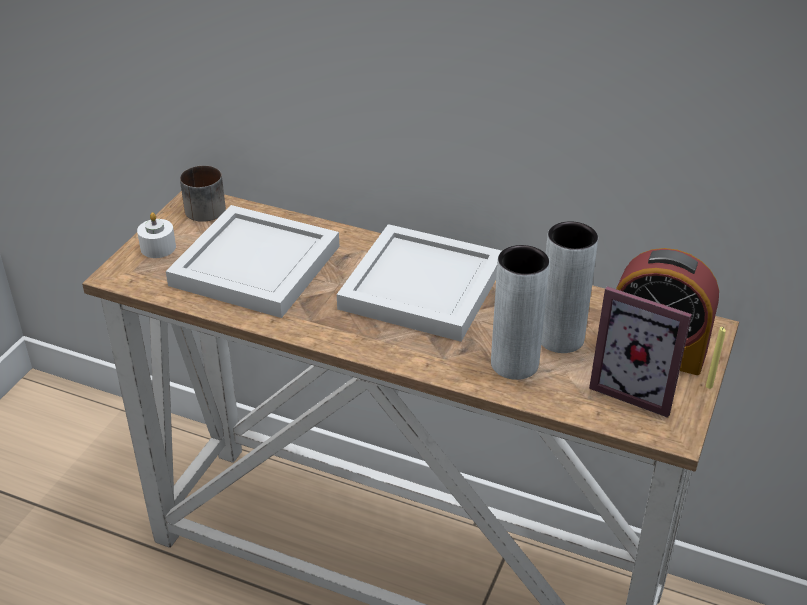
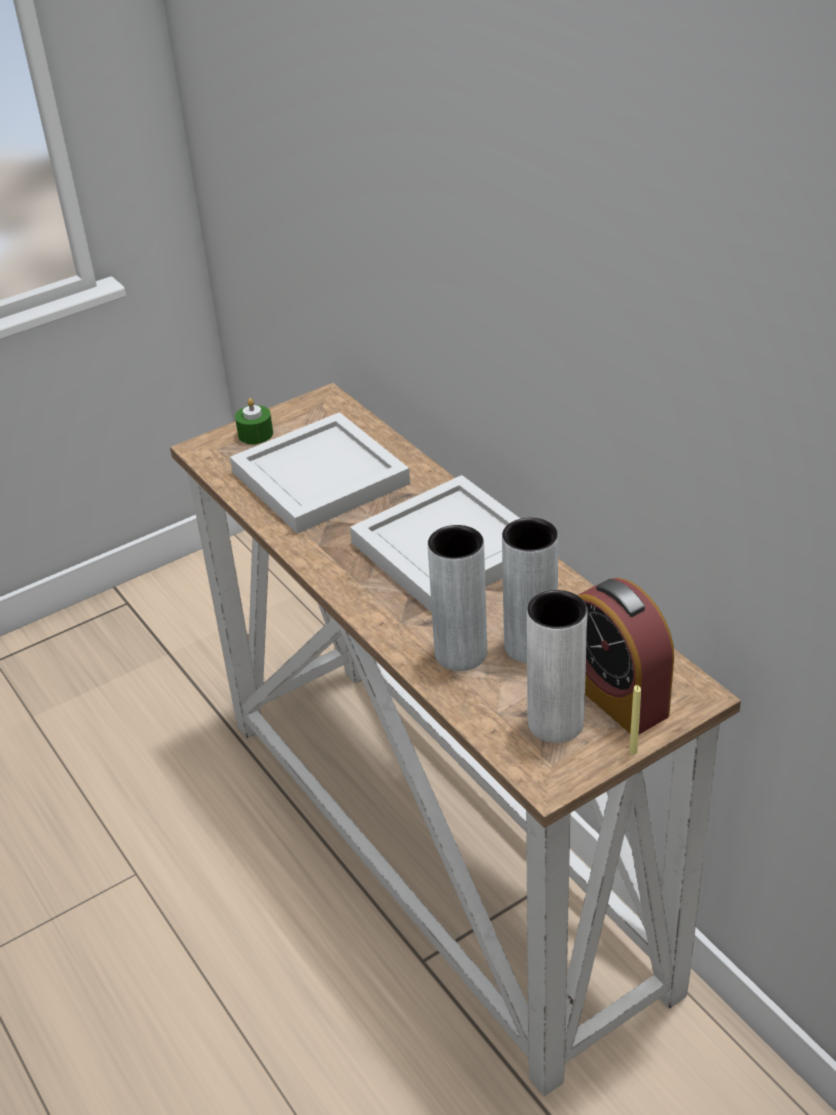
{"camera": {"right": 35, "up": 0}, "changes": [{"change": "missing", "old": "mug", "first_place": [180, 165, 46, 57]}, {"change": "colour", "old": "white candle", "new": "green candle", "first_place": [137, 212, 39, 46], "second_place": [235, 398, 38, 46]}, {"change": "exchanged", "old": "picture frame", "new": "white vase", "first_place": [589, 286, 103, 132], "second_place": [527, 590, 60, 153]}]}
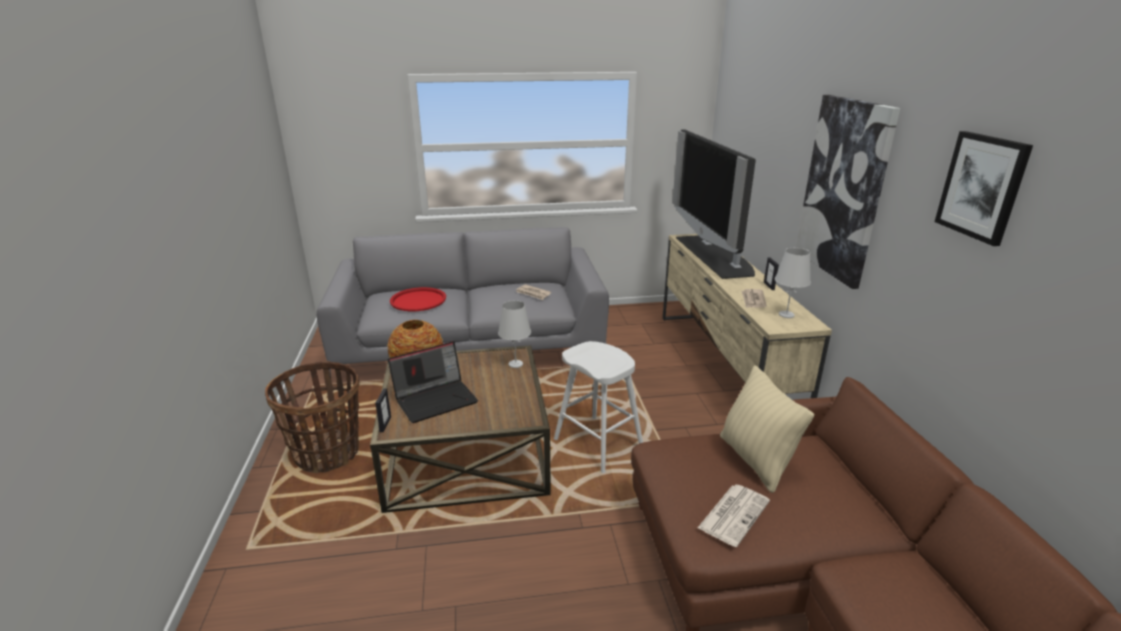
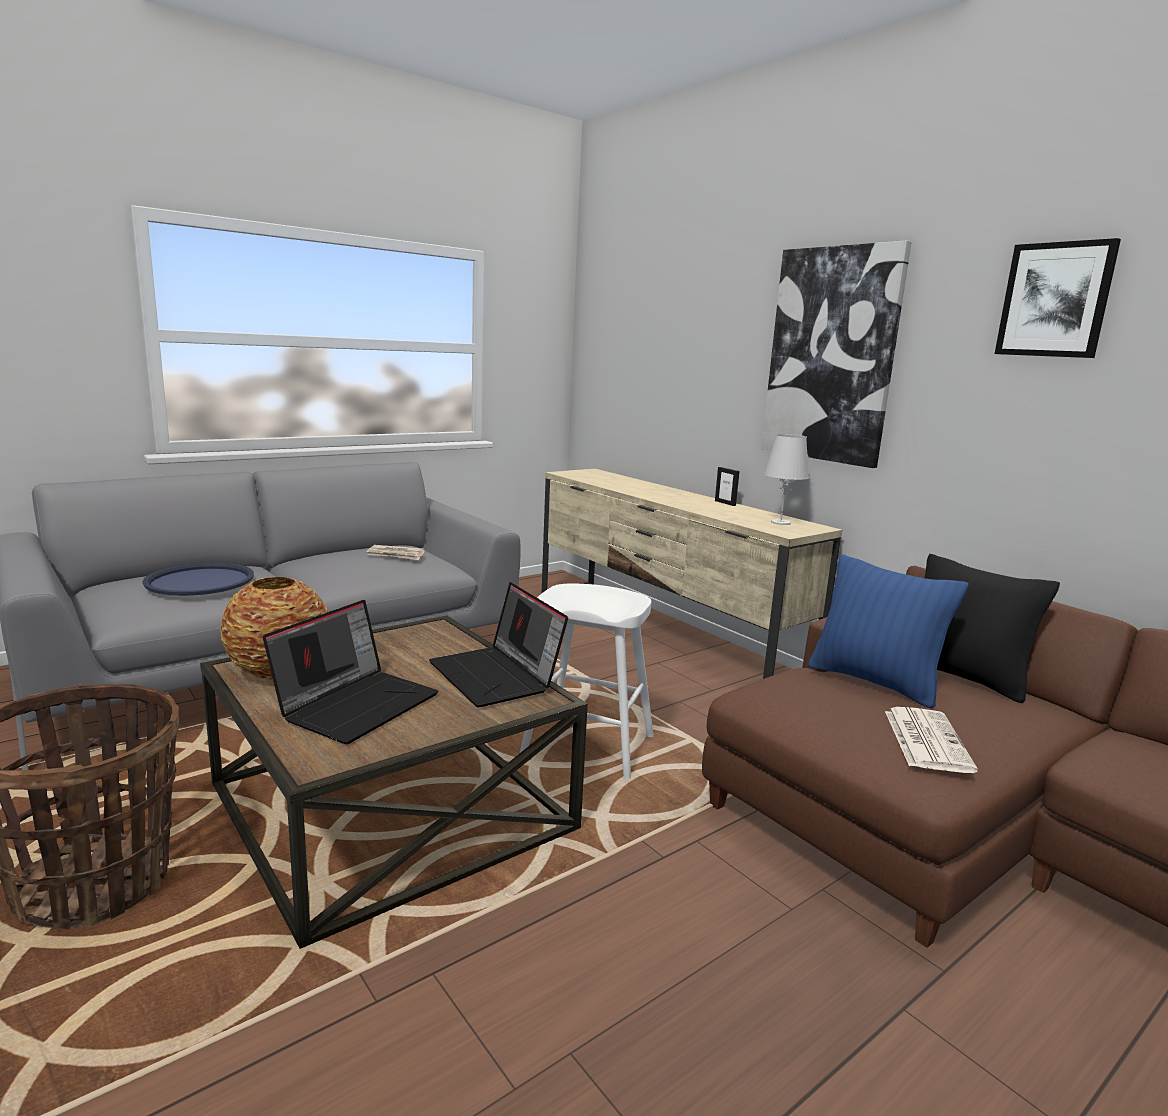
{"camera": {"right": -30, "up": -10}, "changes": [{"change": "missing", "old": "television", "first_place": [672, 129, 84, 150]}, {"change": "colour", "old": "red tray", "new": "blue tray", "first_place": [390, 287, 56, 24], "second_place": [142, 563, 112, 33]}, {"change": "missing", "old": "newspaper", "first_place": [741, 289, 26, 19]}, {"change": "missing", "old": "white table lamp", "first_place": [498, 300, 33, 68]}, {"change": "colour", "old": "beige pillow", "new": "blue pillow", "first_place": [720, 365, 94, 128], "second_place": [808, 554, 161, 154]}, {"change": "missing", "old": "picture frame", "first_place": [375, 389, 16, 43]}, {"change": "appeared", "new": "black pillow", "second_place": [925, 554, 135, 149]}, {"change": "appeared", "new": "laptop", "second_place": [429, 582, 139, 125]}]}
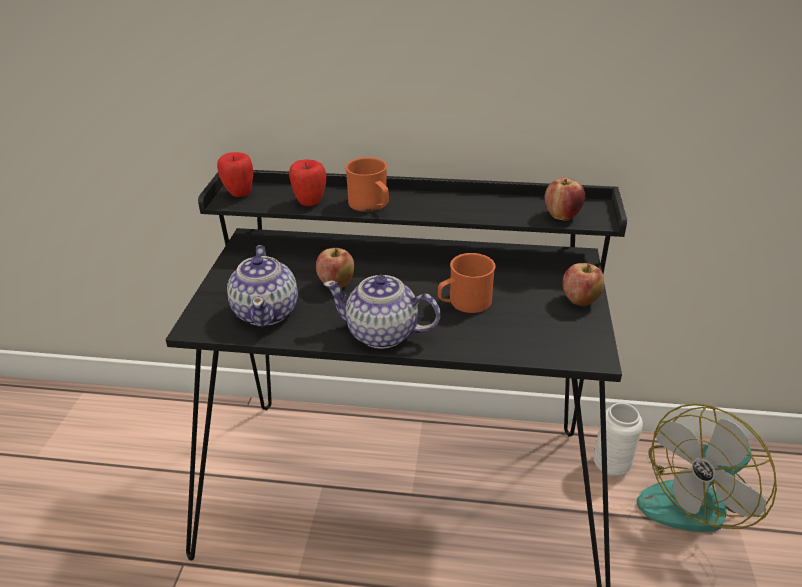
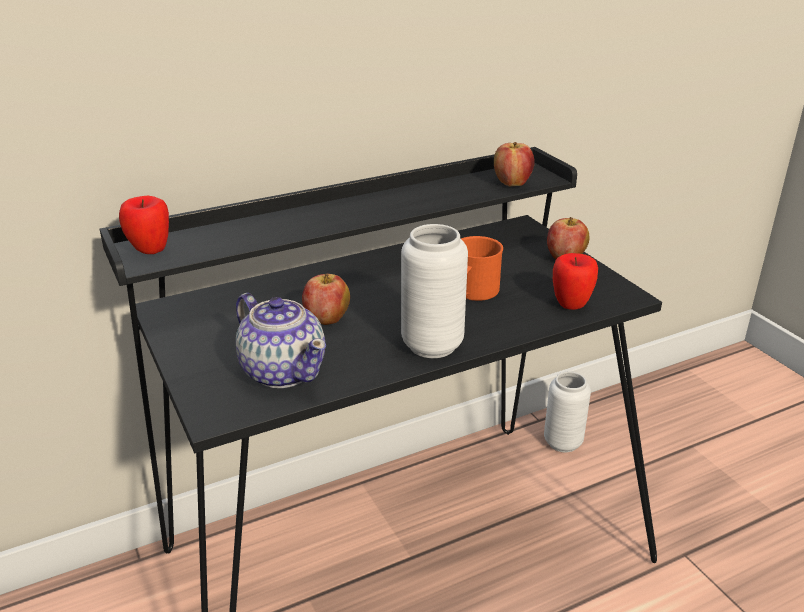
{"camera": {"right": -35, "up": -5}, "changes": [{"change": "missing", "old": "orange mug", "first_place": [345, 157, 44, 55]}, {"change": "relocated", "old": "apple", "first_place": [289, 160, 38, 46], "second_place": [553, 253, 45, 57]}, {"change": "exchanged", "old": "teapot", "new": "white vase", "first_place": [323, 275, 117, 74], "second_place": [401, 224, 67, 134]}, {"change": "missing", "old": "fan", "first_place": [637, 404, 140, 128]}]}
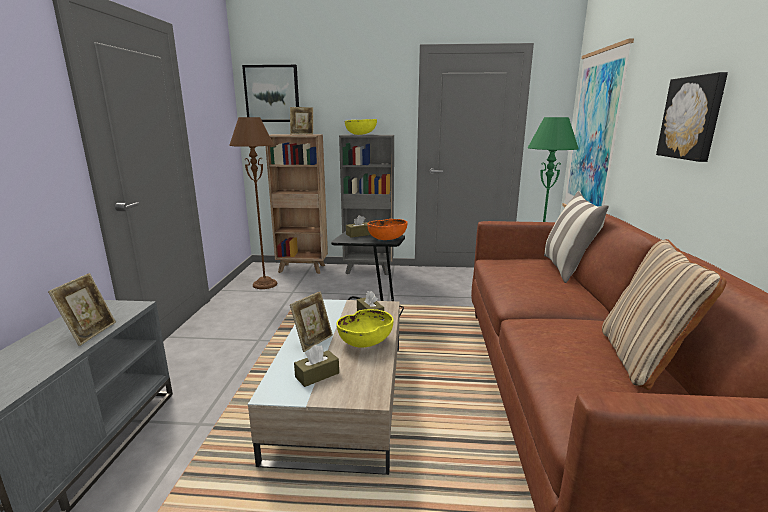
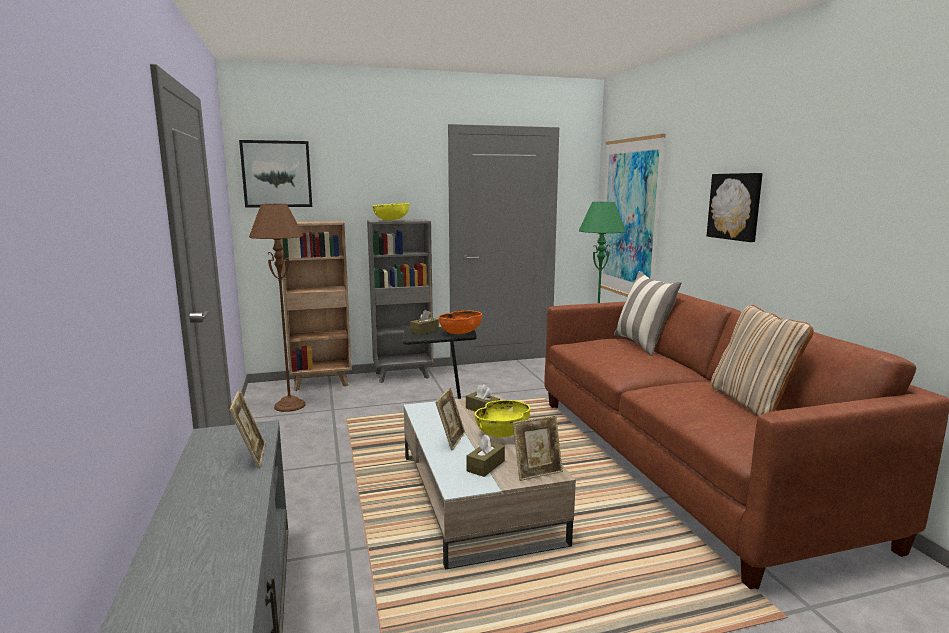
{"camera": {"right": -20, "up": -5}, "changes": [{"change": "relocated", "old": "picture frame", "first_place": [290, 107, 23, 27], "second_place": [513, 416, 50, 65]}]}
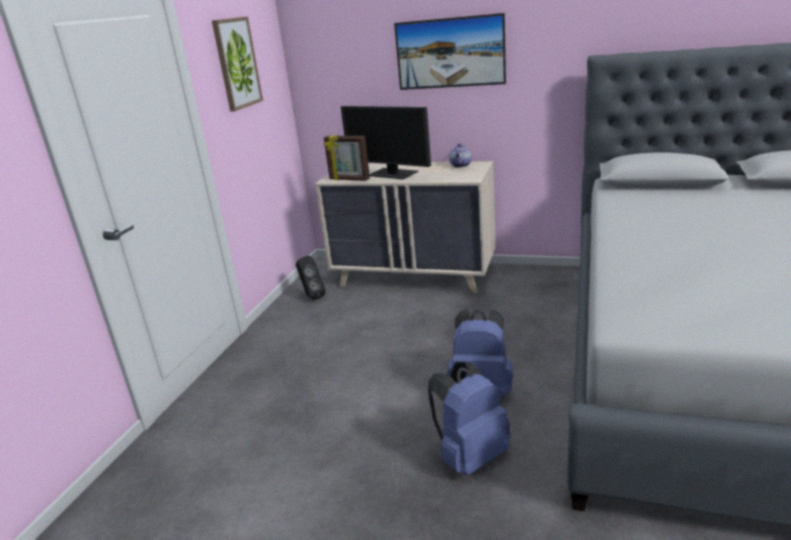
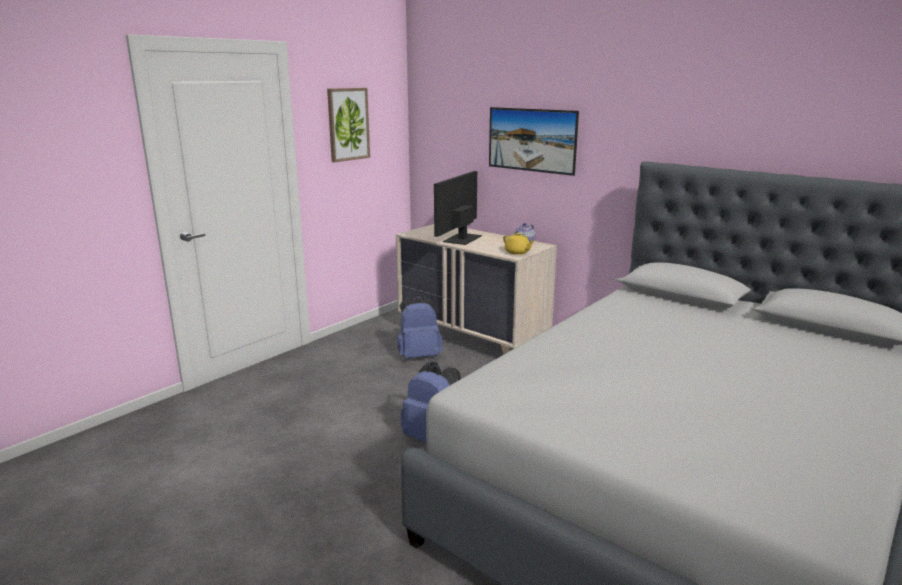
{"camera": {"right": 20, "up": -5}, "changes": [{"change": "spun", "old": "monitor", "first_place": [341, 106, 90, 73], "second_place": [434, 171, 48, 74], "degrees": 60}, {"change": "missing", "old": "picture frame", "first_place": [324, 136, 46, 45]}, {"change": "missing", "old": "black speaker", "first_place": [296, 256, 30, 44]}, {"change": "relocated", "old": "blue backpack", "first_place": [428, 362, 83, 113], "second_place": [397, 296, 46, 63]}, {"change": "appeared", "new": "yellow teapot", "second_place": [503, 233, 31, 22]}]}
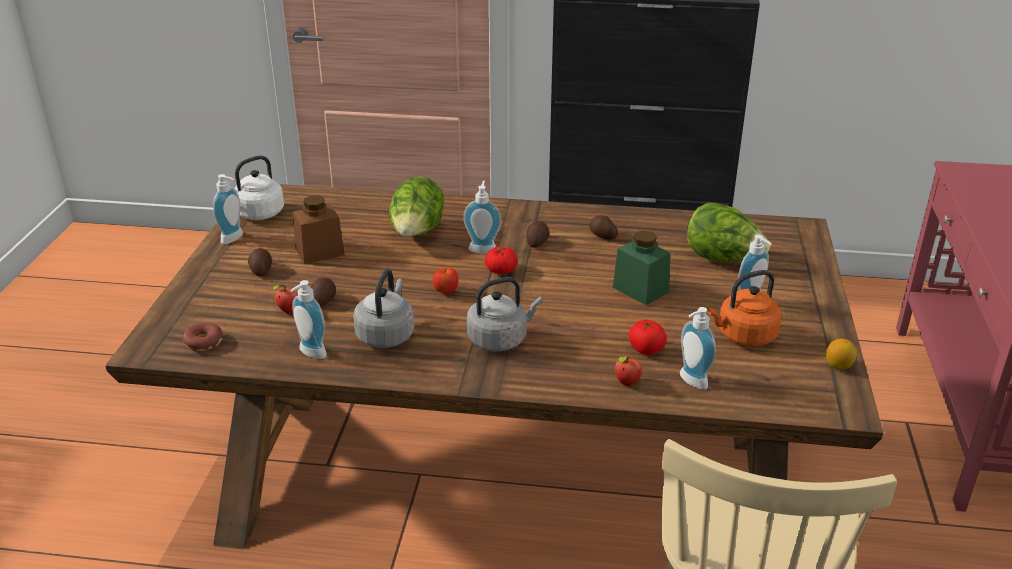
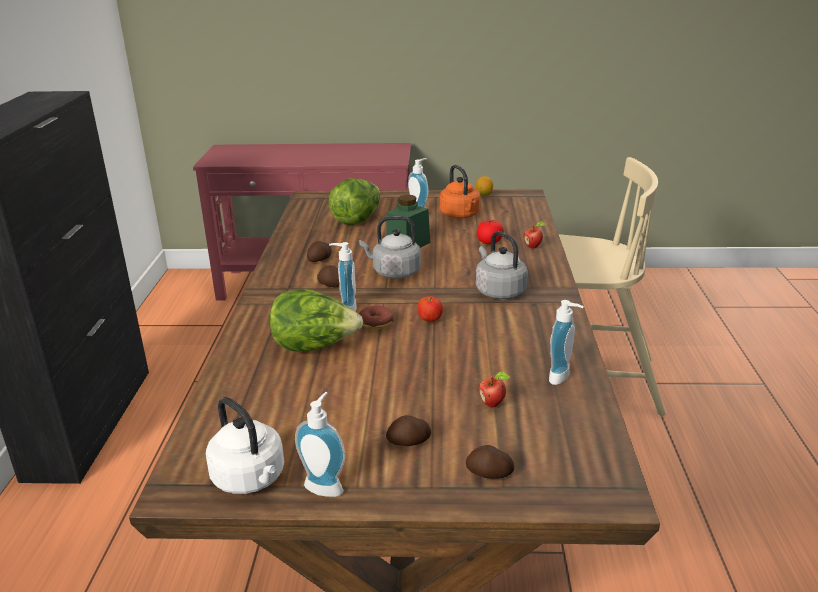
{"camera": {"right": -95, "up": -5}, "changes": [{"change": "missing", "old": "brown jar", "first_place": [293, 196, 52, 68]}, {"change": "missing", "old": "tomato", "first_place": [485, 247, 32, 27]}, {"change": "relocated", "old": "grey kettle", "first_place": [353, 269, 61, 79], "second_place": [359, 216, 62, 63]}, {"change": "relocated", "old": "potato", "first_place": [311, 277, 25, 30], "second_place": [466, 445, 48, 34]}, {"change": "missing", "old": "soap dispenser", "first_place": [680, 307, 36, 83]}, {"change": "relocated", "old": "donut", "first_place": [183, 323, 40, 28], "second_place": [359, 305, 35, 24]}]}
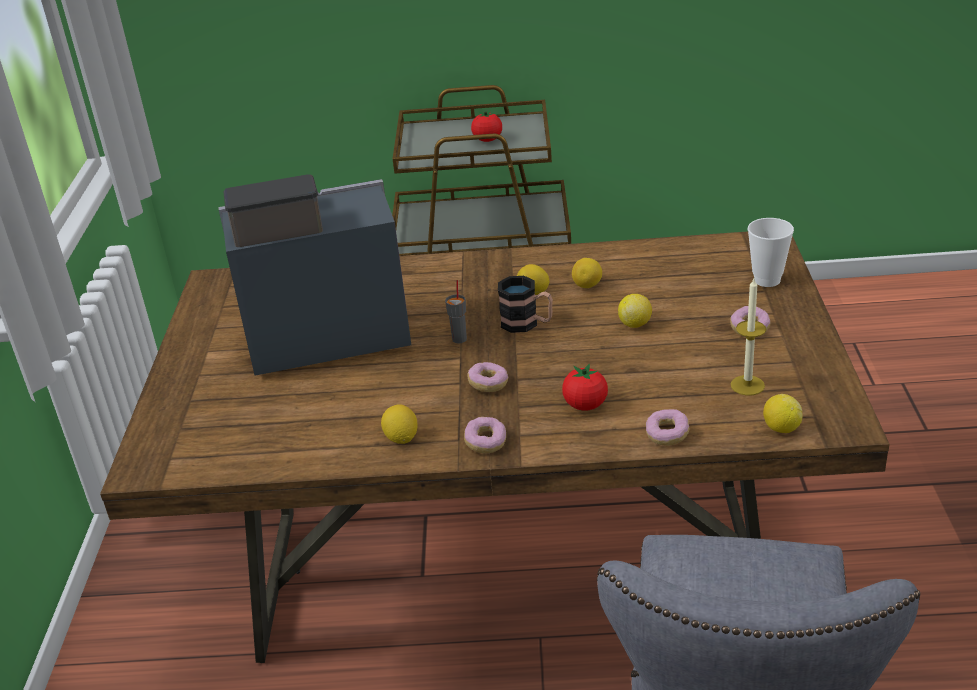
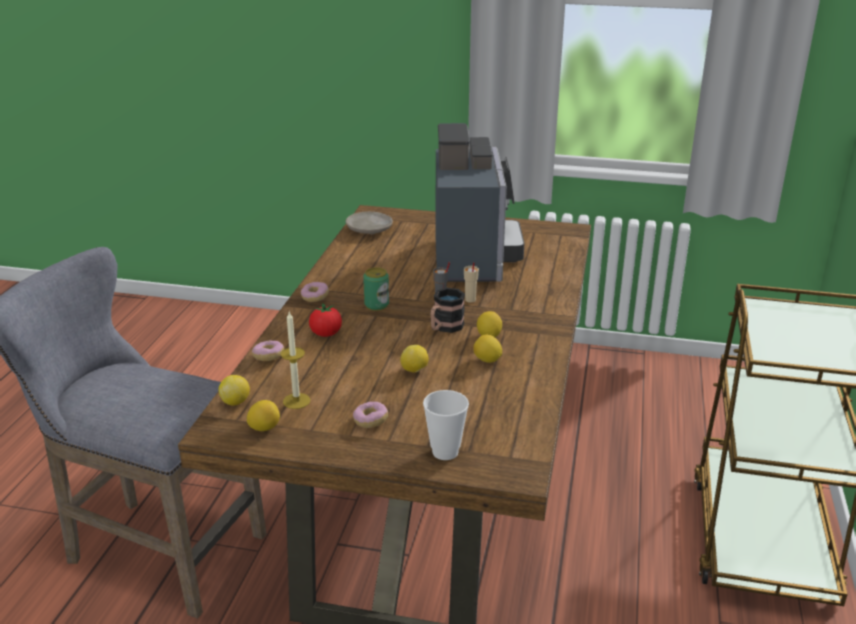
{"camera": {"right": 100, "up": -5}, "changes": [{"change": "missing", "old": "tomato", "first_place": [471, 109, 31, 33]}, {"change": "exchanged", "old": "donut", "new": "can", "first_place": [467, 362, 41, 30], "second_place": [363, 267, 26, 44]}, {"change": "relocated", "old": "lemon", "first_place": [381, 404, 36, 40], "second_place": [247, 400, 33, 31]}, {"change": "appeared", "new": "beige plate", "second_place": [346, 211, 47, 23]}, {"change": "appeared", "new": "beige cup", "second_place": [464, 262, 15, 41]}]}
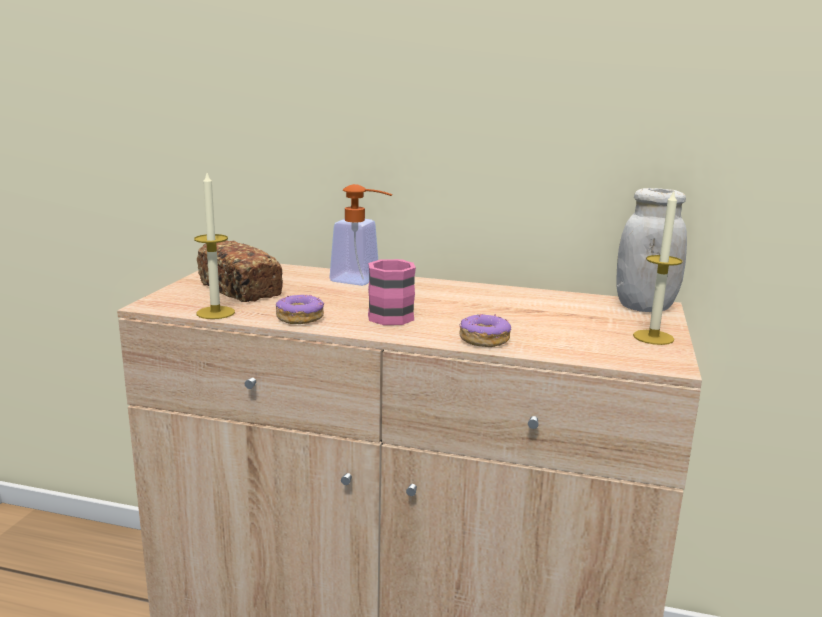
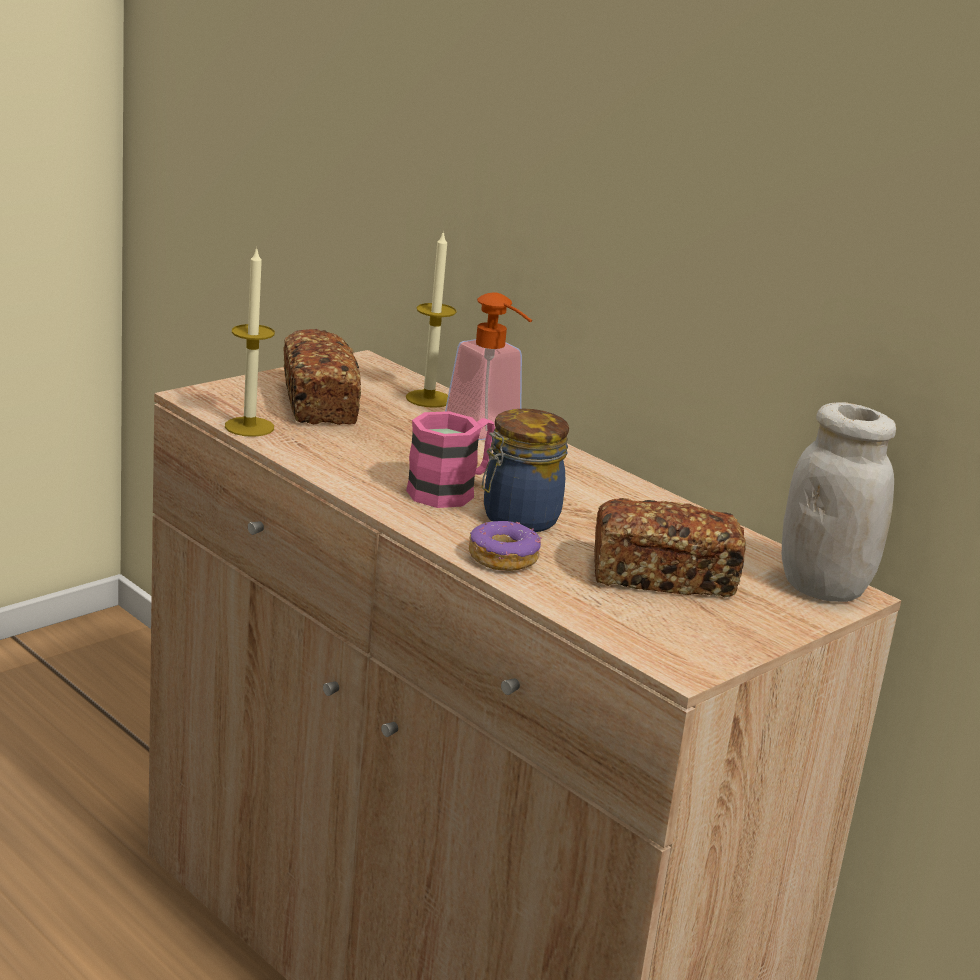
{"camera": {"right": 30, "up": 5}, "changes": [{"change": "relocated", "old": "candle", "first_place": [633, 190, 50, 155], "second_place": [406, 230, 50, 178]}, {"change": "missing", "old": "donut", "first_place": [275, 295, 49, 29]}, {"change": "appeared", "new": "jar", "second_place": [482, 409, 87, 123]}, {"change": "appeared", "new": "bread", "second_place": [594, 498, 152, 99]}]}
